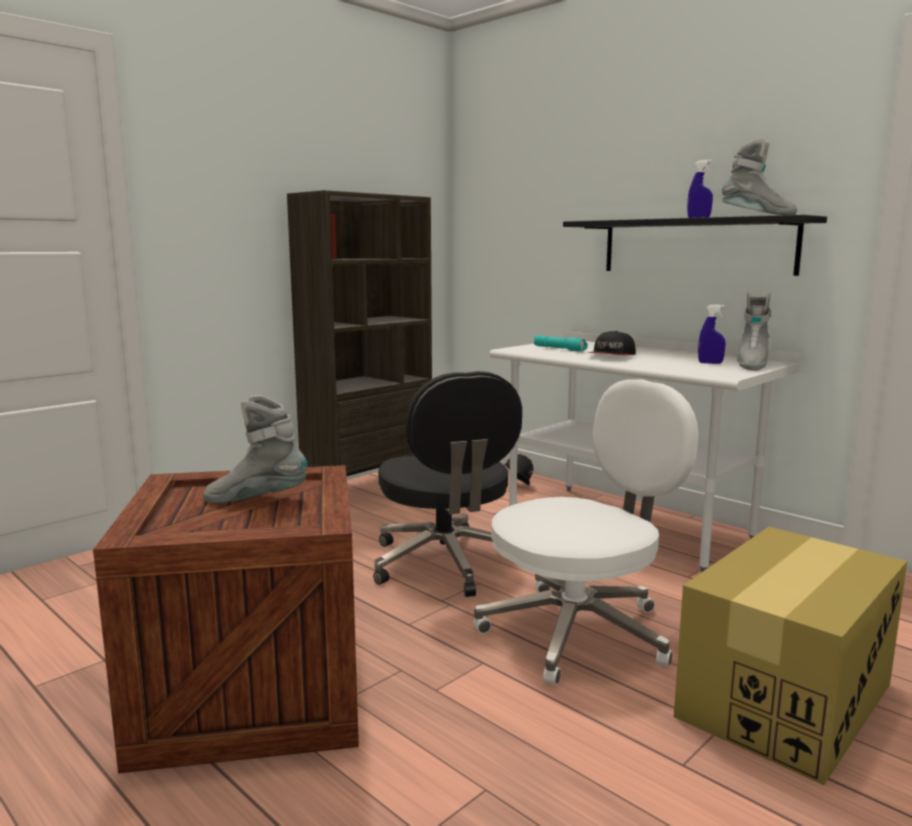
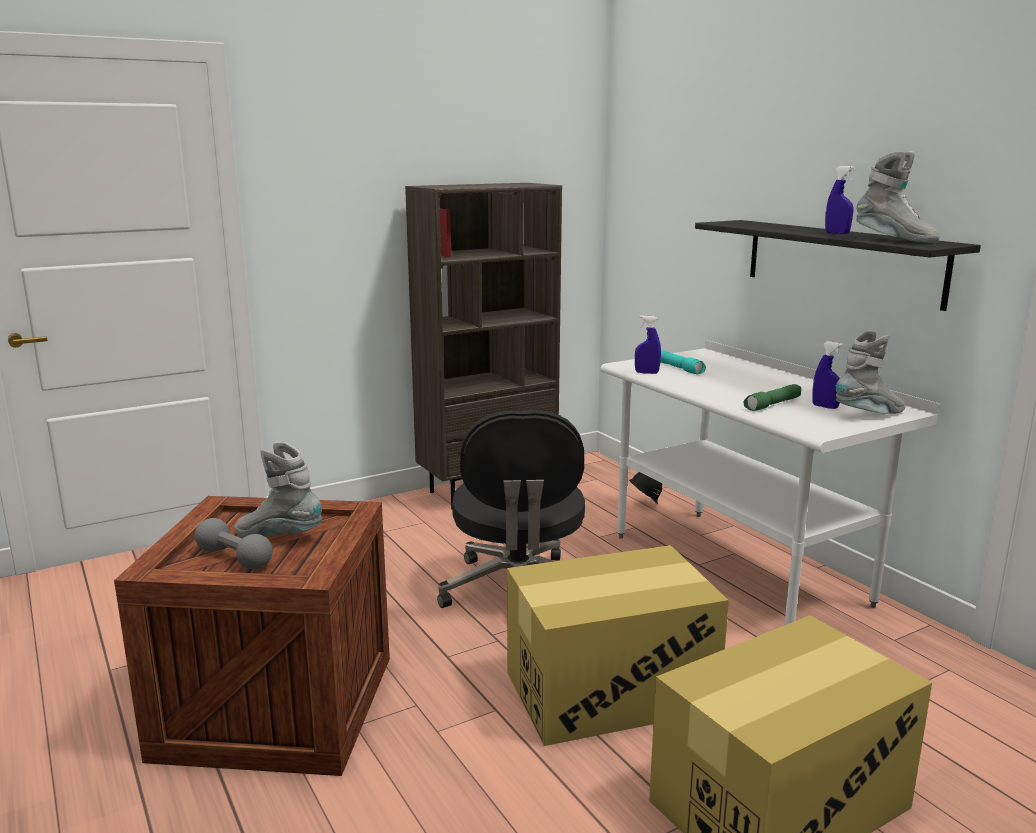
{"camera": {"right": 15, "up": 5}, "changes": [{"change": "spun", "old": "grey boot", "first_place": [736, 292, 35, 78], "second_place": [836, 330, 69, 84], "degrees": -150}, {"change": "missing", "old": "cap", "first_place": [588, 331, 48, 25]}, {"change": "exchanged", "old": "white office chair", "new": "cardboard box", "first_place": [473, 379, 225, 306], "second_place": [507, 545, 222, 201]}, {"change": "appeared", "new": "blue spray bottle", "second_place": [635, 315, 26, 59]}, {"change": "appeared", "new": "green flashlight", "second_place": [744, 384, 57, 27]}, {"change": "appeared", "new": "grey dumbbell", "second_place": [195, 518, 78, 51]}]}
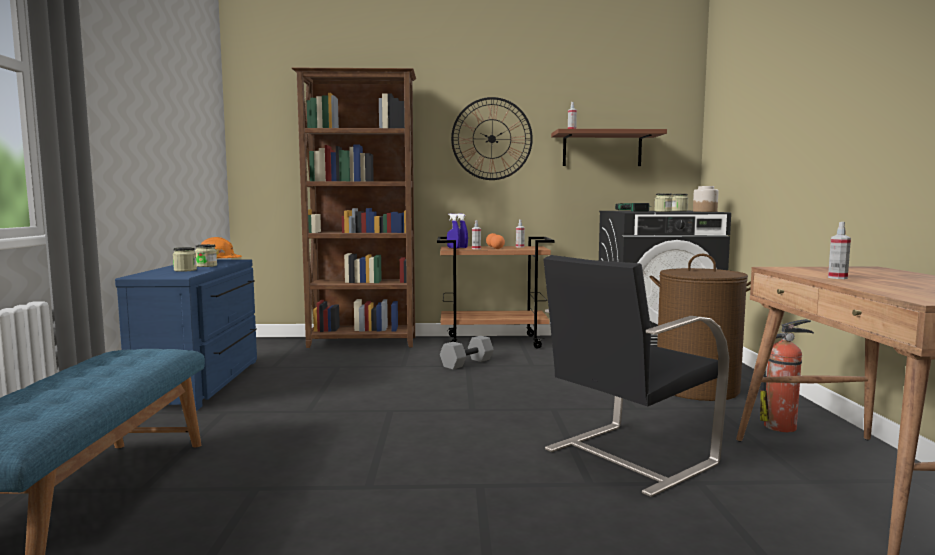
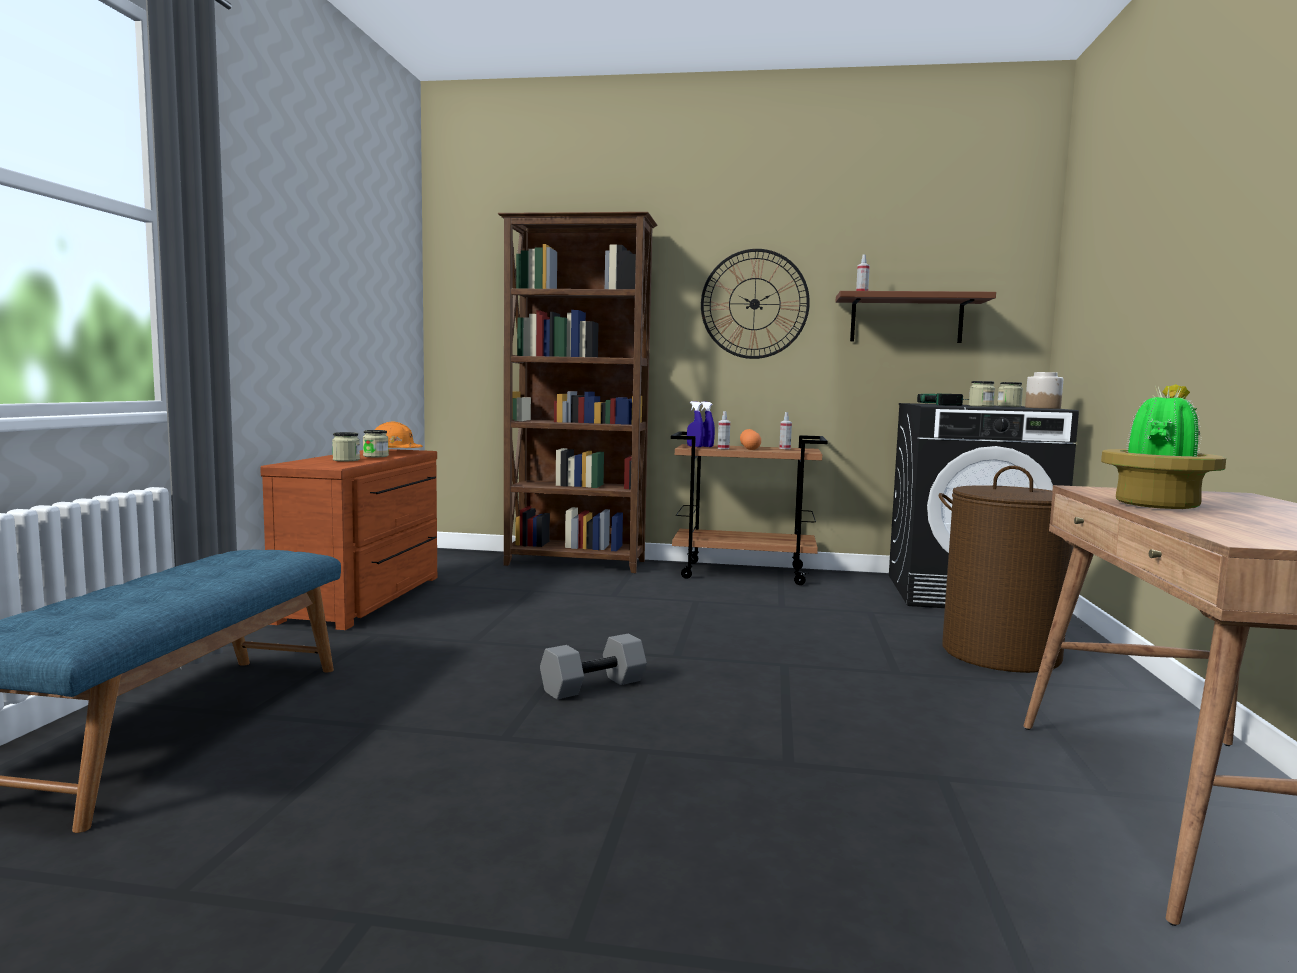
{"camera": {"right": 10, "up": 0}, "changes": [{"change": "exchanged", "old": "spray bottle", "new": "potted plant", "first_place": [828, 222, 23, 57], "second_place": [1101, 384, 125, 125]}, {"change": "missing", "old": "black chair", "first_place": [543, 255, 186, 242]}, {"change": "colour", "old": "blue dresser", "new": "brown dresser", "first_place": [115, 260, 142, 151], "second_place": [260, 449, 177, 181]}, {"change": "missing", "old": "fire extinguisher", "first_place": [760, 319, 54, 113]}, {"change": "relocated", "old": "grey dumbbell", "first_place": [440, 336, 54, 33], "second_place": [540, 634, 107, 66]}]}
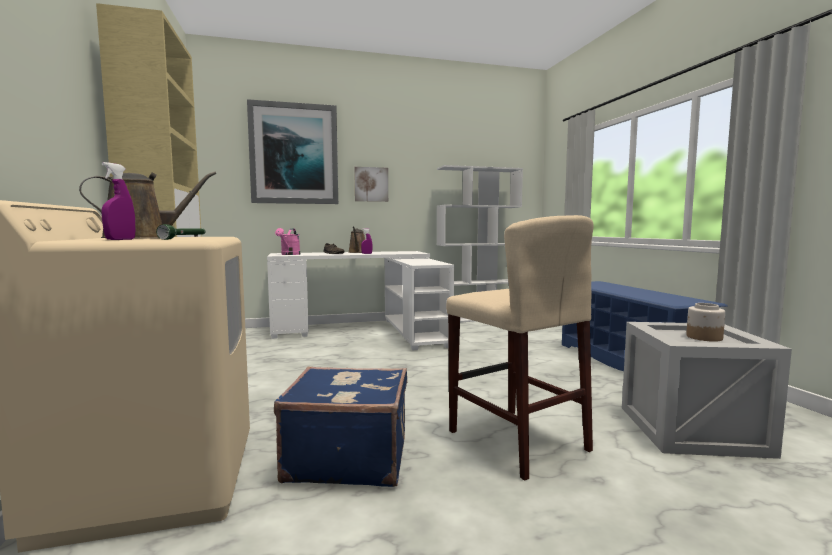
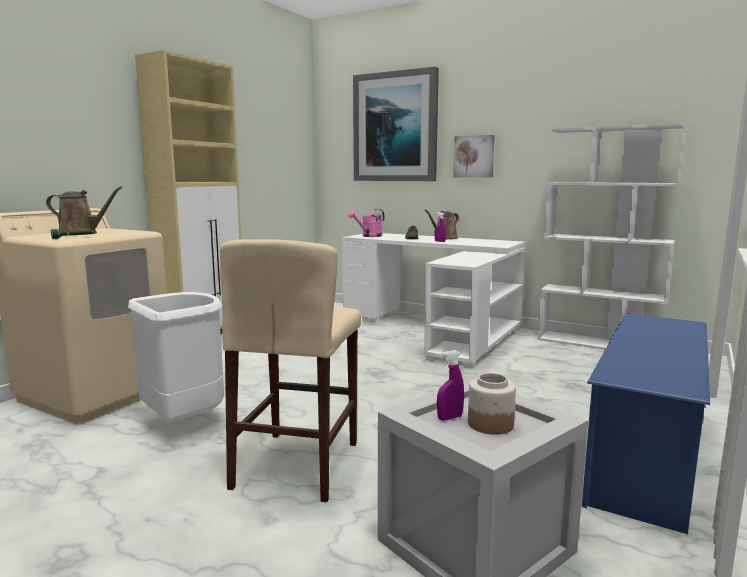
{"camera": {"right": 45, "up": 5}, "changes": [{"change": "relocated", "old": "purple spray bottle", "first_place": [101, 162, 34, 78], "second_place": [437, 350, 27, 71]}, {"change": "exchanged", "old": "blue suitcase", "new": "white trash can", "first_place": [274, 367, 133, 120], "second_place": [128, 292, 96, 130]}]}
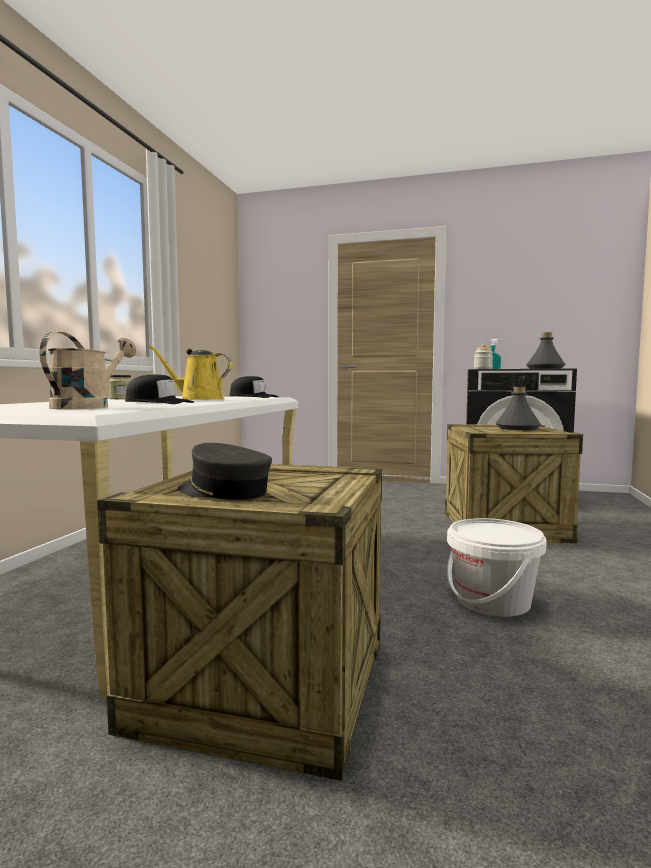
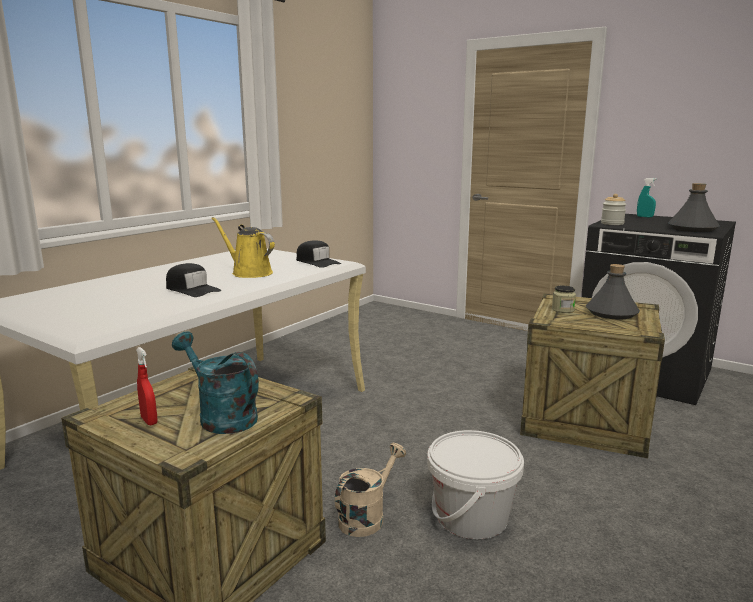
{"camera": {"right": 20, "up": 10}, "changes": [{"change": "relocated", "old": "beige watering can", "first_place": [40, 332, 96, 77], "second_place": [335, 443, 71, 94]}, {"change": "relocated", "old": "jar", "first_place": [108, 375, 23, 24], "second_place": [552, 286, 24, 27]}, {"change": "exchanged", "old": "grey cap", "new": "red spray bottle", "first_place": [178, 443, 94, 57], "second_place": [136, 347, 22, 78]}, {"change": "appeared", "new": "turquoise watering can", "second_place": [172, 332, 87, 102]}]}
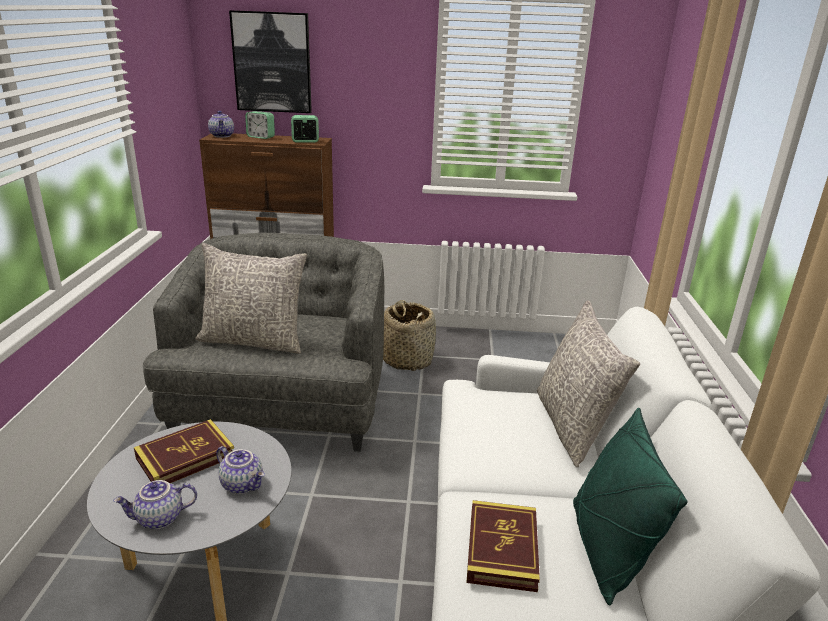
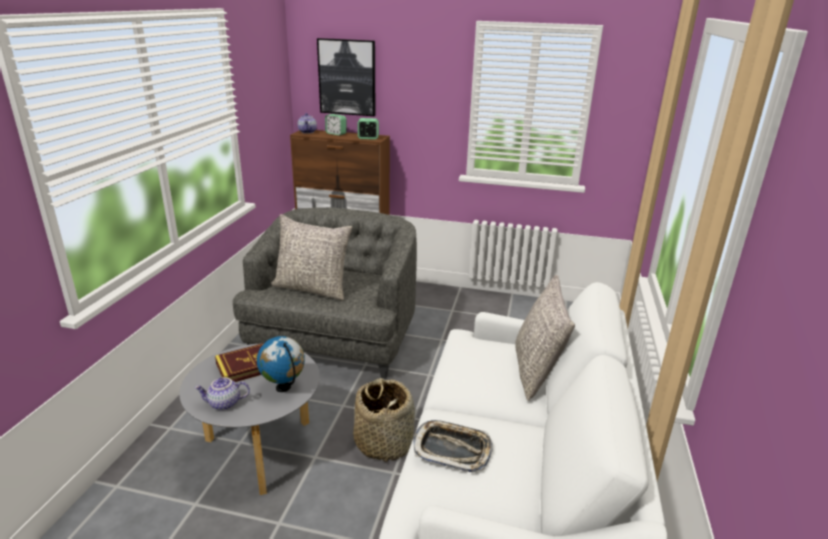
{"camera": {"right": 10, "up": 0}, "changes": [{"change": "relocated", "old": "basket", "first_place": [383, 300, 53, 71], "second_place": [353, 378, 62, 84]}, {"change": "missing", "old": "green pillow", "first_place": [573, 408, 115, 198]}, {"change": "exchanged", "old": "teapot", "new": "globe", "first_place": [216, 446, 49, 48], "second_place": [257, 336, 48, 56]}, {"change": "exchanged", "old": "book", "new": "tray", "first_place": [466, 500, 74, 92], "second_place": [413, 420, 80, 53]}]}
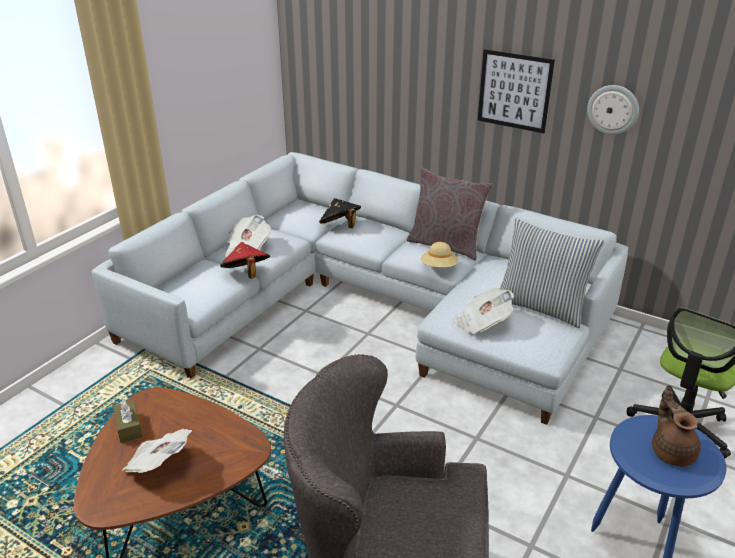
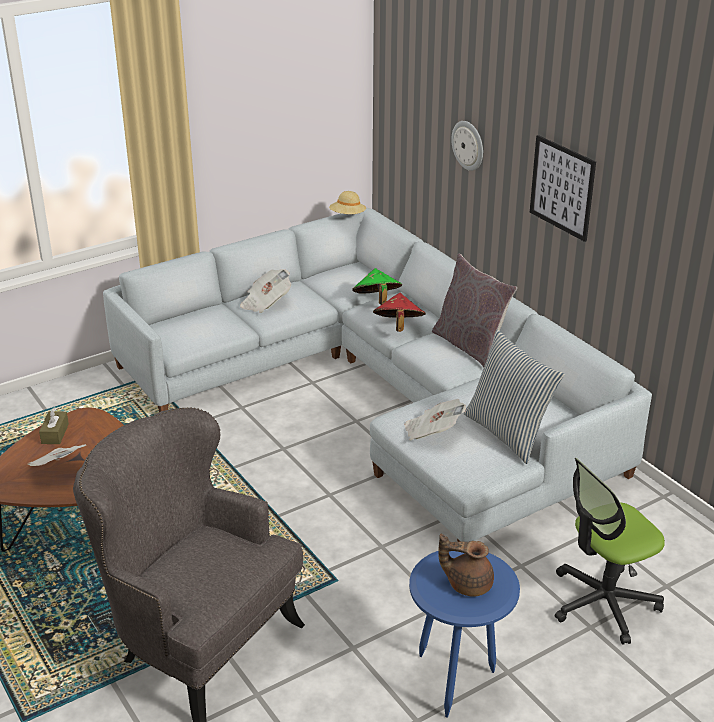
{"camera": {"right": 25, "up": 0}, "changes": [{"change": "relocated", "old": "wall clock", "first_place": [587, 85, 52, 50], "second_place": [451, 121, 32, 50]}, {"change": "colour", "old": "black hat", "new": "green hat", "first_place": [319, 198, 42, 30], "second_place": [352, 268, 50, 37]}, {"change": "relocated", "old": "red hat", "first_place": [220, 242, 50, 37], "second_place": [373, 293, 53, 39]}, {"change": "relocated", "old": "beige hat", "first_place": [421, 242, 37, 25], "second_place": [329, 191, 37, 23]}, {"change": "spun", "old": "brown teapot", "first_place": [652, 387, 49, 79], "second_place": [438, 534, 56, 63], "degrees": -90}]}
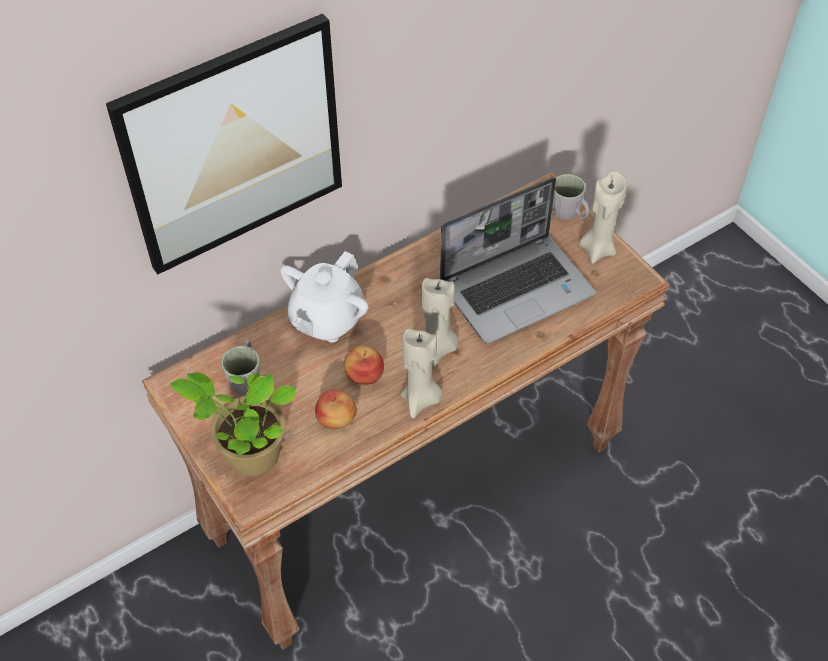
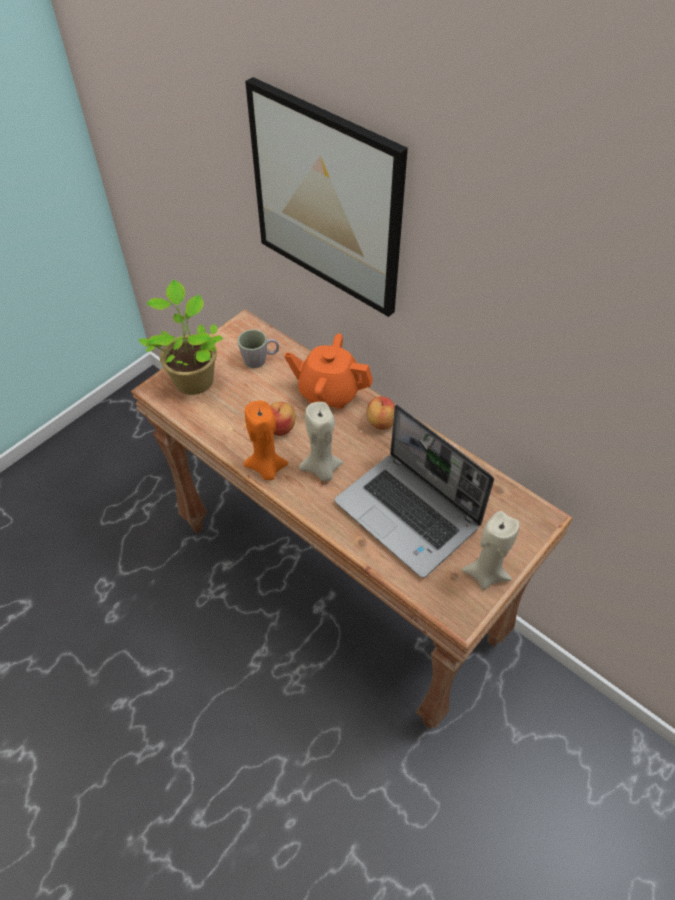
{"camera": {"right": 75, "up": 0}, "changes": [{"change": "missing", "old": "grey mug", "first_place": [553, 174, 36, 45]}, {"change": "colour", "old": "white teapot", "new": "orange teapot", "first_place": [280, 251, 88, 91], "second_place": [284, 333, 89, 76]}, {"change": "colour", "old": "beige candle", "new": "orange candle", "first_place": [400, 328, 42, 91], "second_place": [244, 401, 45, 79]}, {"change": "relocated", "old": "apple", "first_place": [315, 390, 42, 39], "second_place": [367, 396, 28, 34]}]}
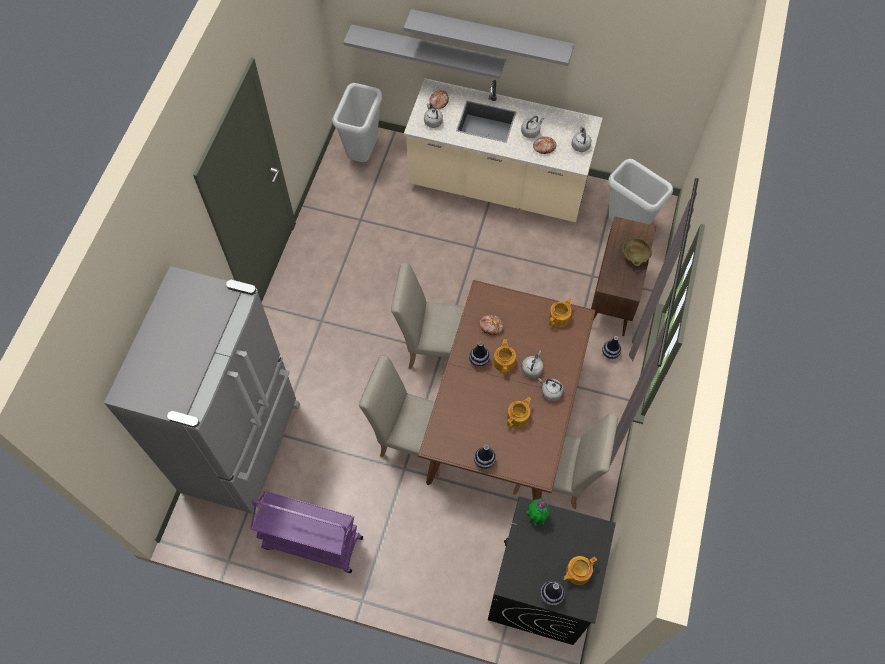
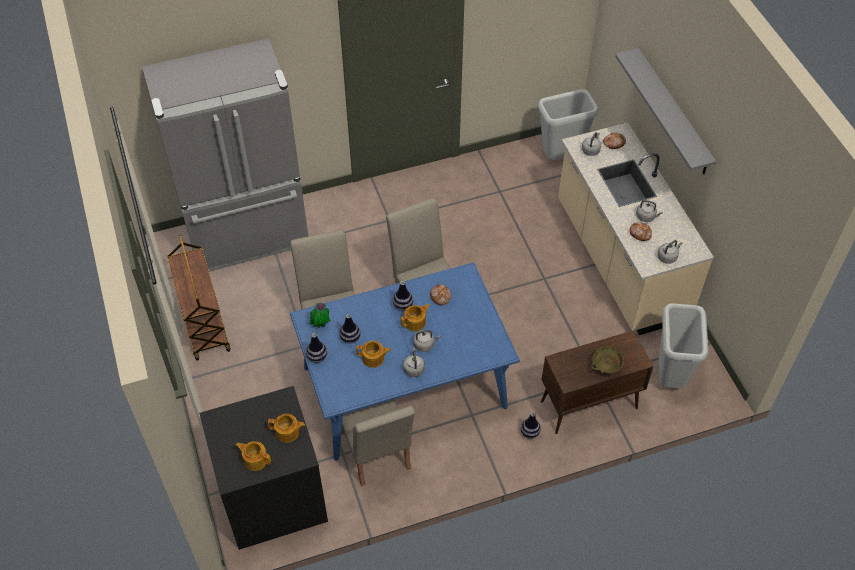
{"camera": {"right": 55, "up": -10}, "changes": [{"change": "missing", "old": "grey shelf", "first_place": [343, 24, 163, 55]}, {"change": "colour", "old": "brown dining table", "new": "blue dining table", "first_place": [418, 280, 178, 220], "second_place": [290, 262, 230, 199]}, {"change": "relocated", "old": "teapot", "first_place": [549, 298, 23, 29], "second_place": [268, 414, 37, 29]}, {"change": "colour", "old": "purple cart", "new": "brown cart", "first_place": [250, 491, 113, 82], "second_place": [167, 235, 63, 126]}, {"change": "relocated", "old": "potted plant", "first_place": [526, 498, 24, 28], "second_place": [309, 303, 22, 25]}, {"change": "relocated", "old": "vase", "first_place": [540, 581, 25, 25], "second_place": [340, 314, 21, 29]}]}
